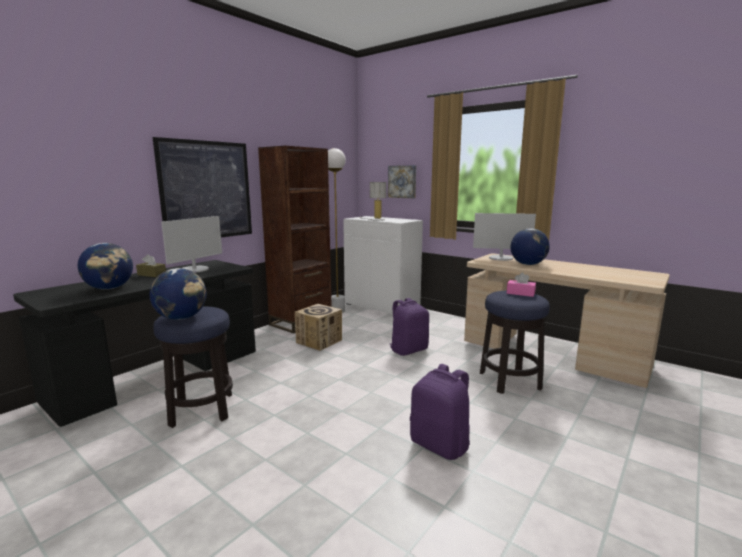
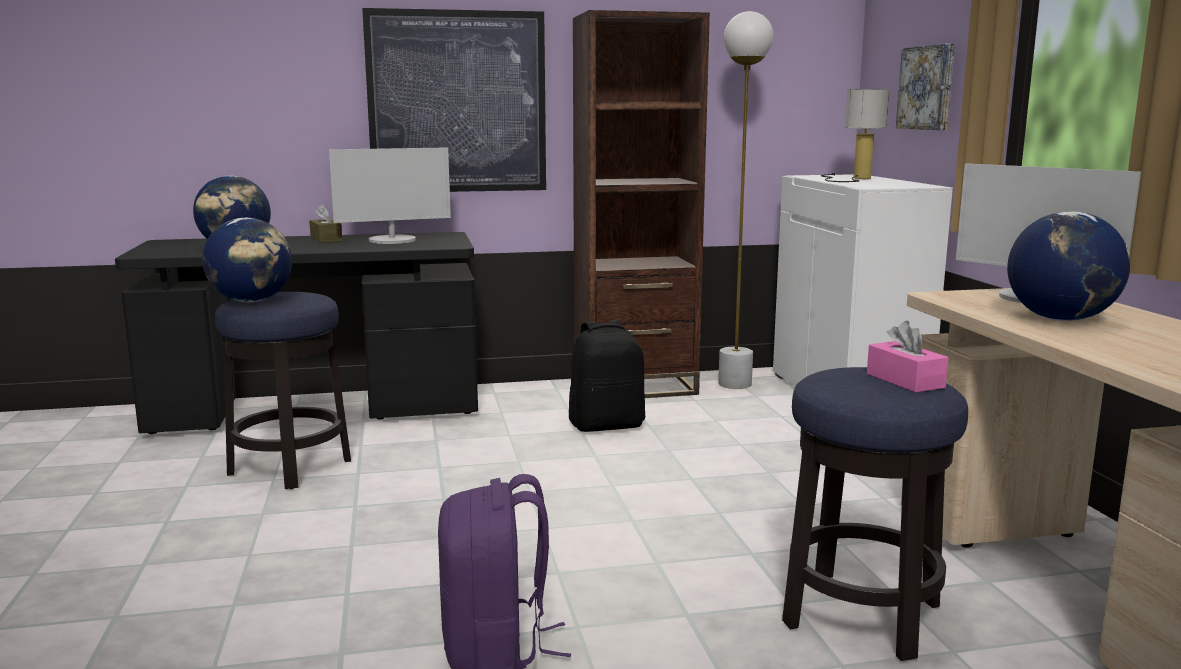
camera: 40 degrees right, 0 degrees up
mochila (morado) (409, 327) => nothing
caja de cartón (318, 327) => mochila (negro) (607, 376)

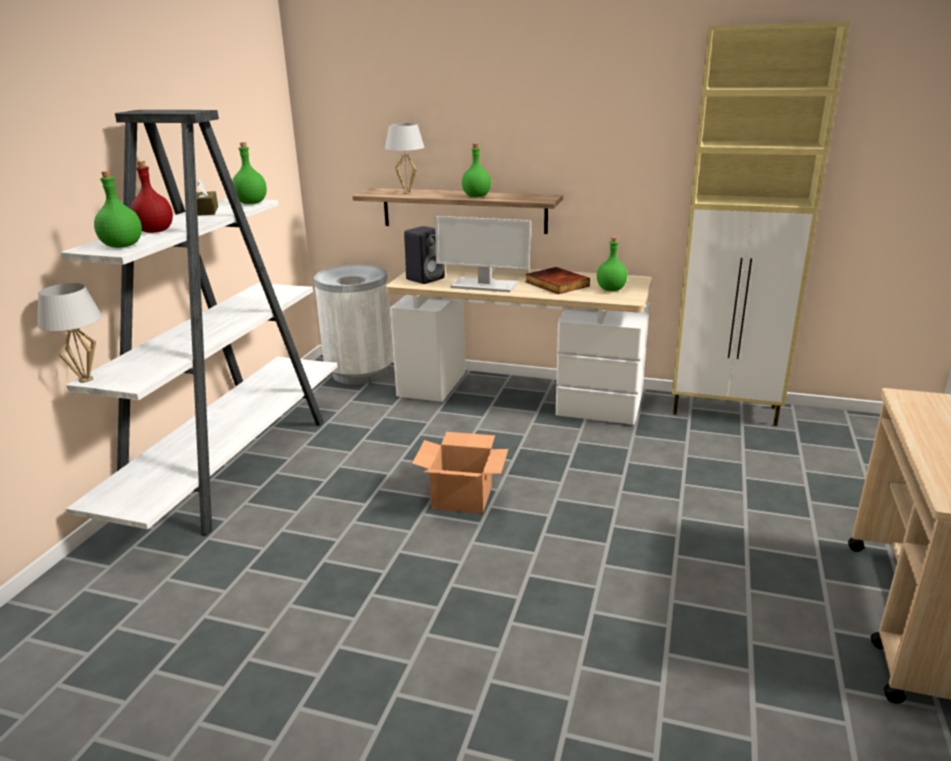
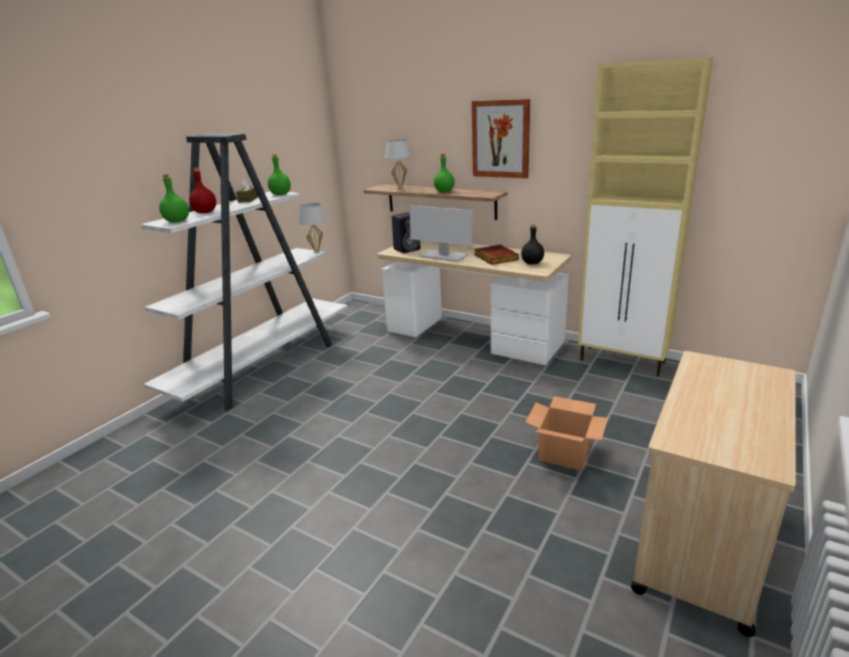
camera: 15 degrees right, 0 degrees up
botella (verde) (612, 264) => botella (negro) (532, 244)
papelera (blanco) (353, 325) => nothing
lámpara de mesa (blanco) (69, 333) => lámpara de mesa (blanco) (312, 228), move
caja de cartón (460, 473) => caja de cartón (566, 433), move
nothing => cuadro (501, 138)

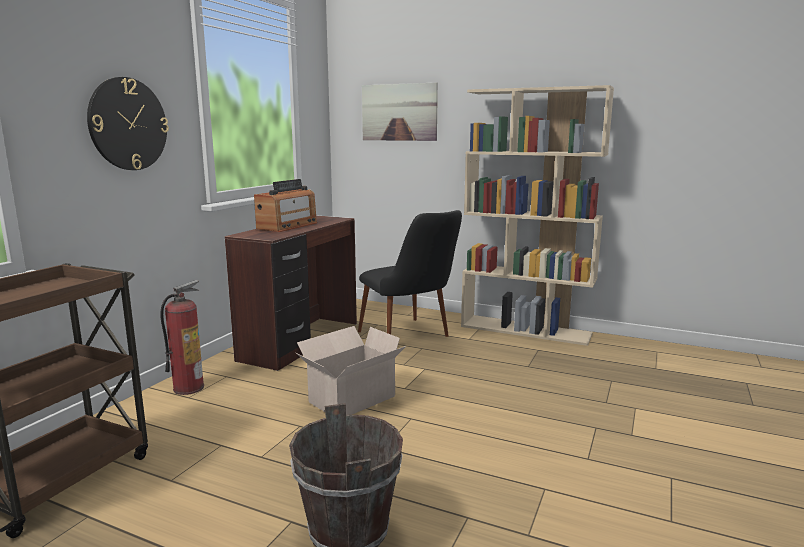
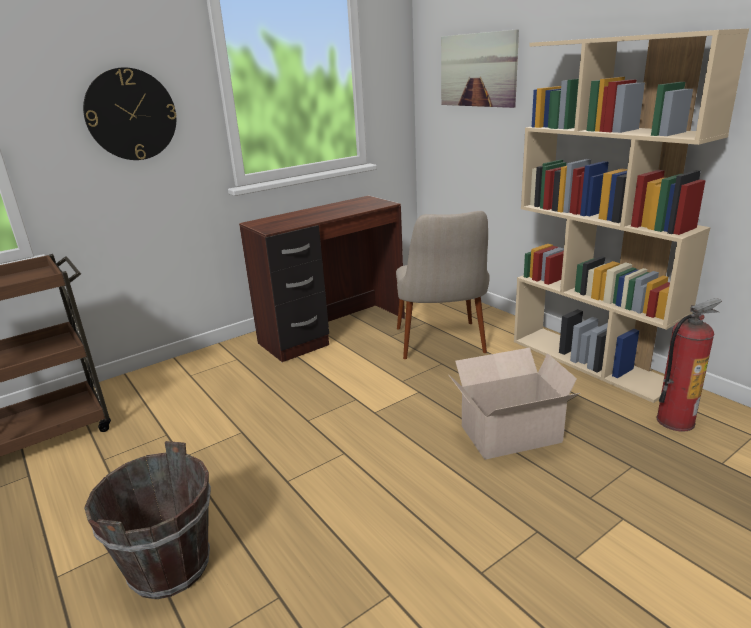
camera: 30 degrees right, 10 degrees up
radio (285, 205) => nothing
silla (negro) (410, 273) => silla (beis) (443, 285)
extintor (182, 337) => extintor (689, 365), move
caja de cartón (351, 370) => caja de cartón (514, 404), move

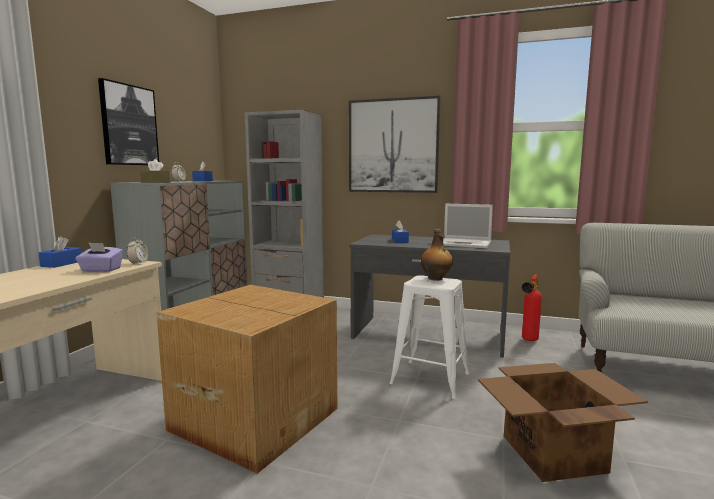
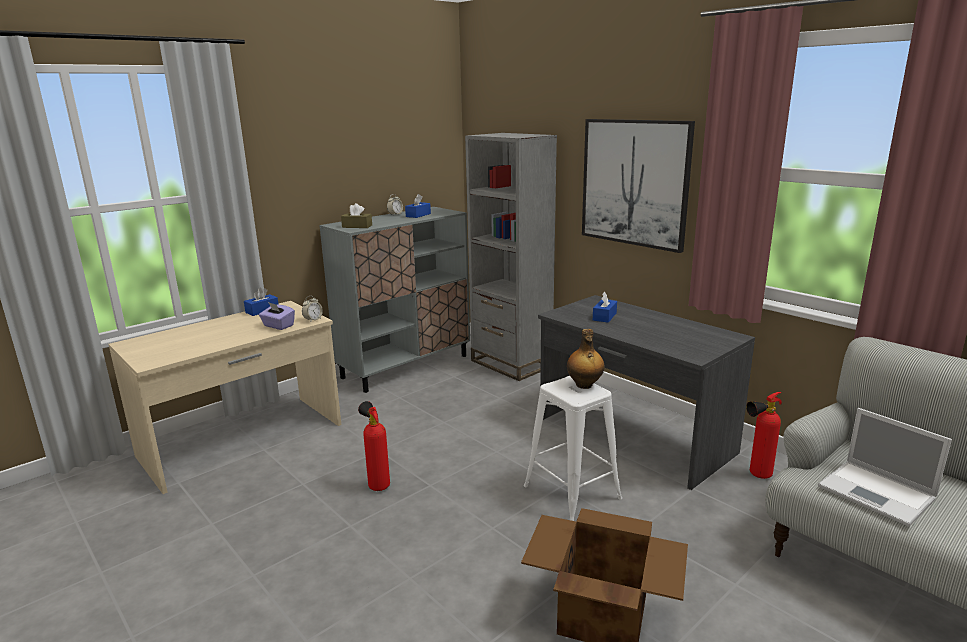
camera: 30 degrees right, 10 degrees up
cuadro (128, 121) => nothing
portátil (468, 226) => portátil (885, 467), move
caja de cartón (246, 379) => extintor (374, 446)

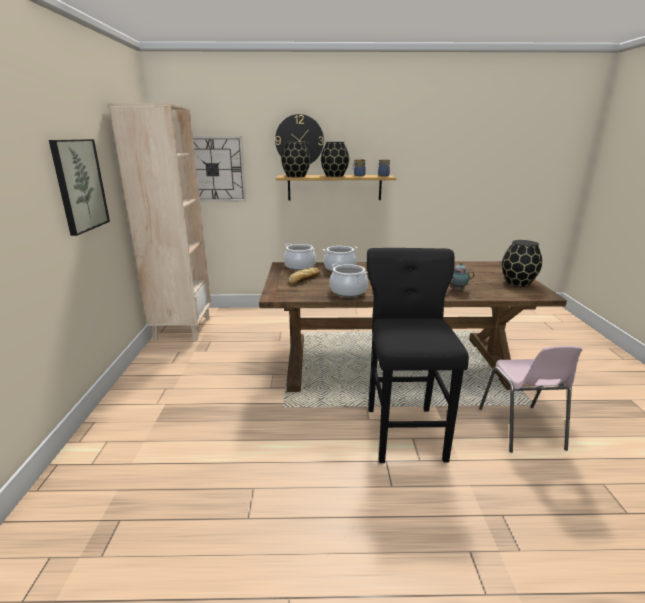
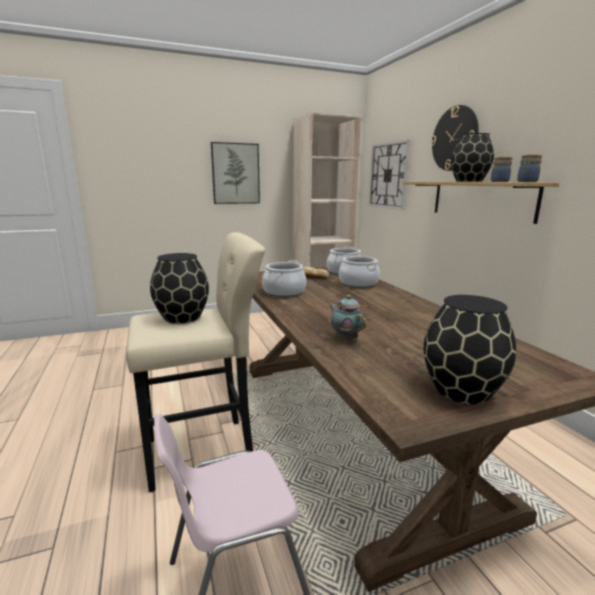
camera: 70 degrees right, 5 degrees down
florero (negro) (295, 159) => florero (negro) (179, 288), move
taburete (negro) (418, 355) => taburete (beis) (195, 362)

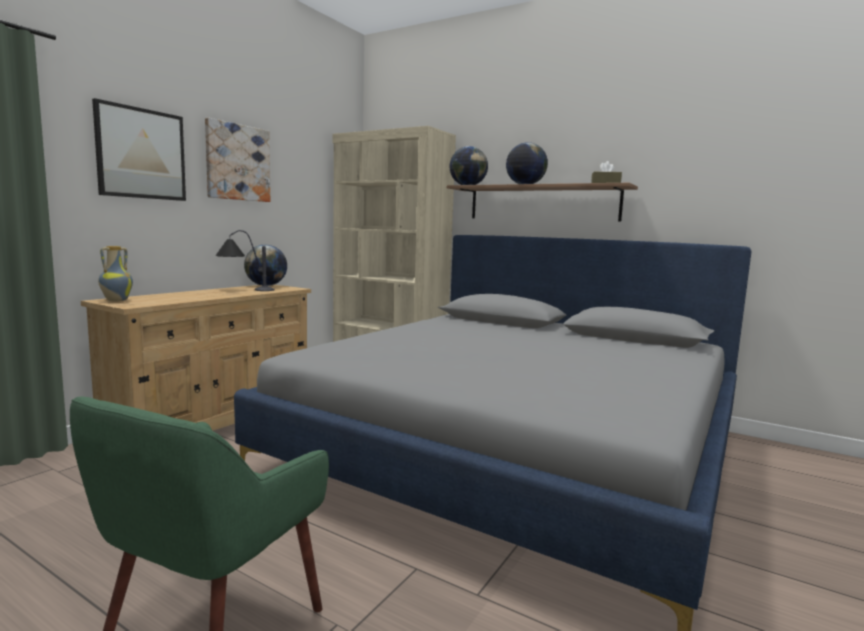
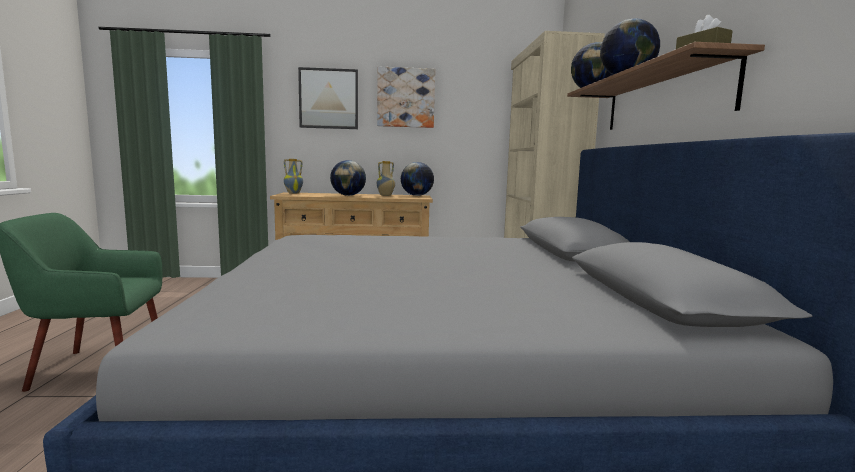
camera: 55 degrees right, 0 degrees up
lámpara de mesa (245, 260) => florero (386, 178)
nothing => globo terráqueo (348, 178)

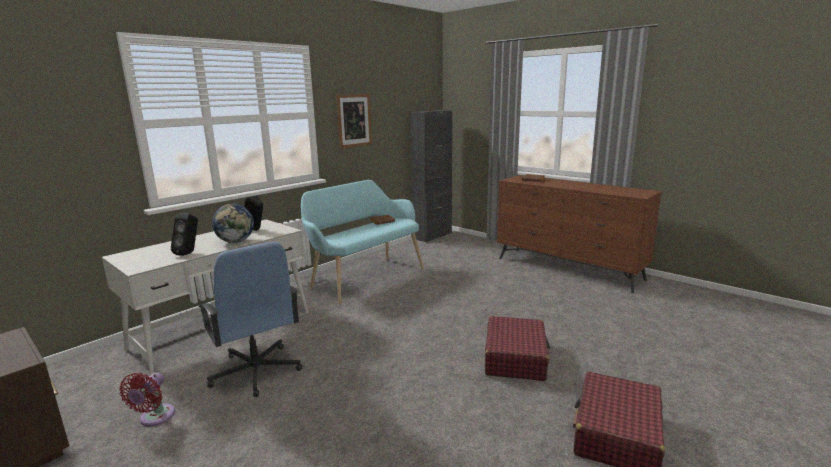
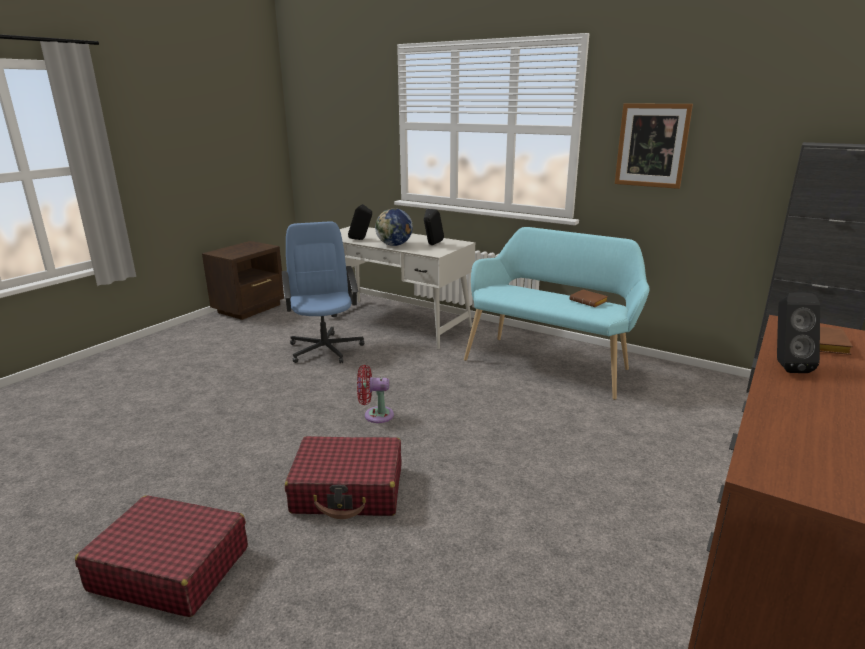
camera: 80 degrees right, 5 degrees up
silla de oficina (azul) (250, 319) => silla de oficina (azul) (323, 292), 120 degrees clockwise
ventilador (rojo) (147, 399) => ventilador (rojo) (375, 394), move
nothing => altavoz (negro) (798, 332)

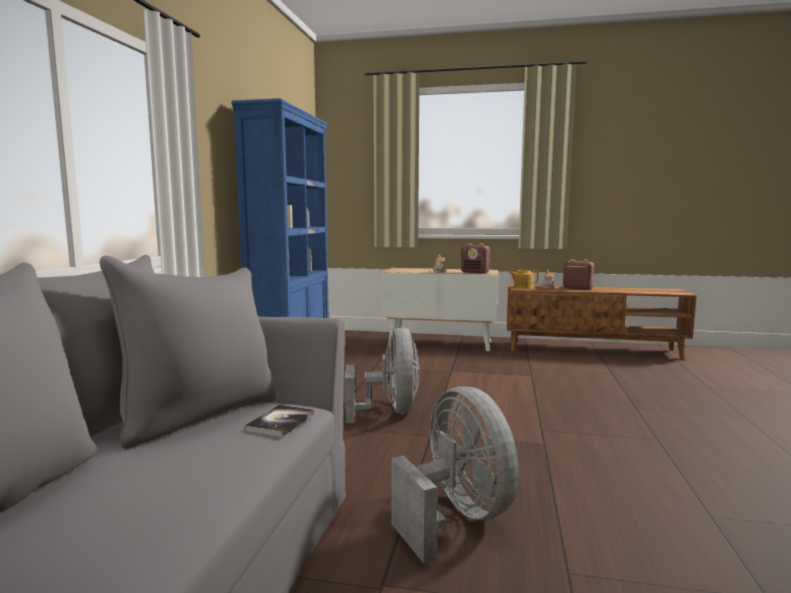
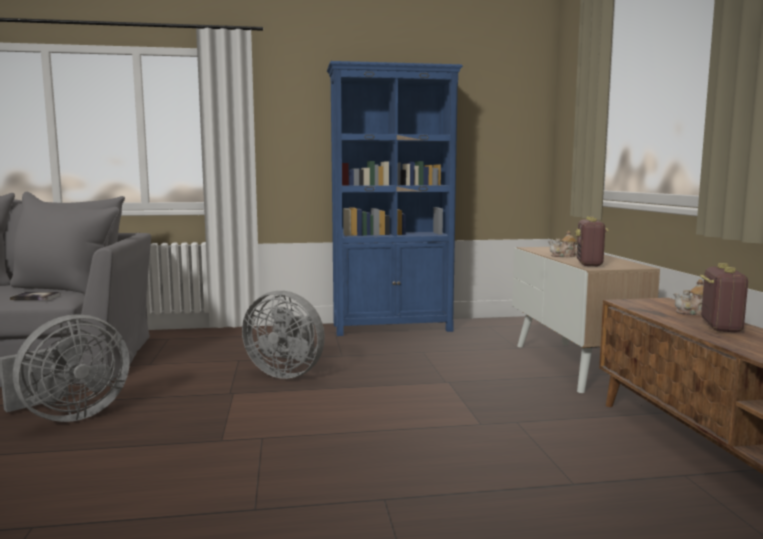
camera: 70 degrees right, 0 degrees up
tetera (523, 279) => nothing
ventilador (gris) (382, 375) => ventilador (gris) (283, 335), 45 degrees clockwise

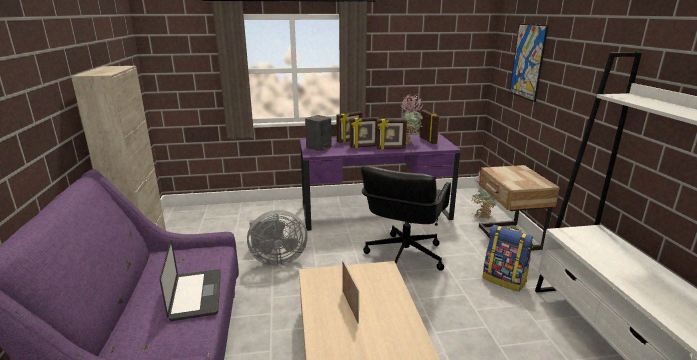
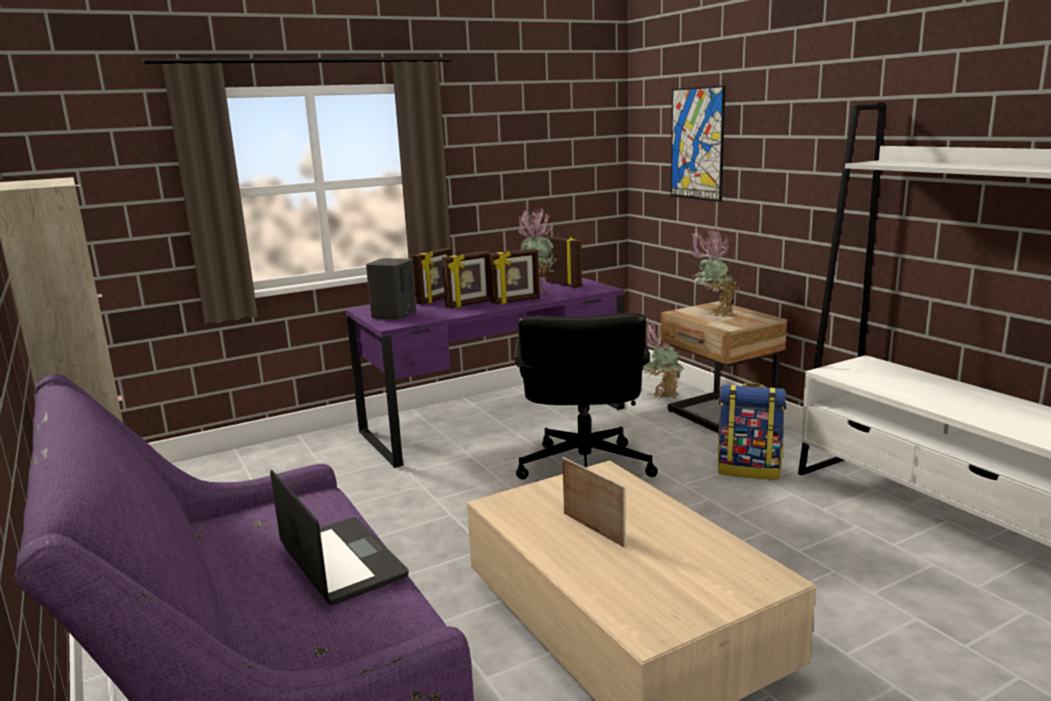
camera: 20 degrees left, 5 degrees down
ventilador (gris) (277, 238) => nothing
nothing => planta en maceta (714, 271)

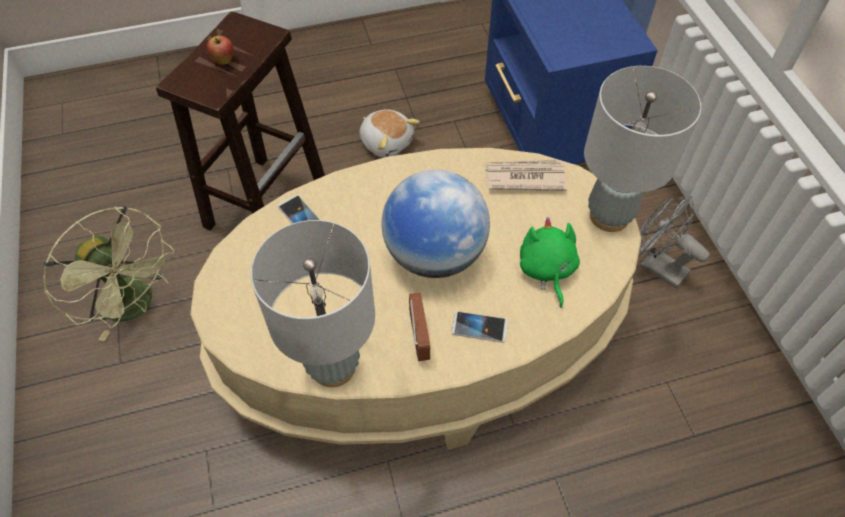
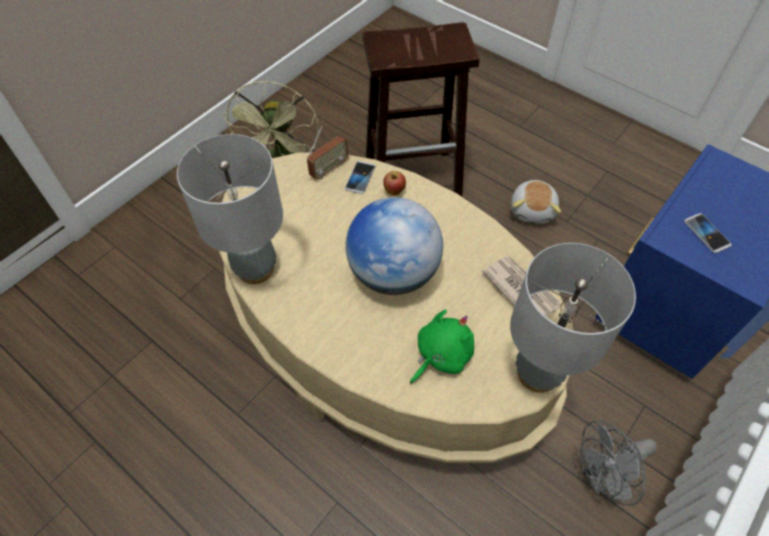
camera: 55 degrees right, 0 degrees up
manzana (220, 49) => manzana (394, 183), move
ventilador (gris) (674, 242) => ventilador (gris) (618, 463), 120 degrees counterclockwise
radio (419, 327) => radio (327, 153), move
móvil (480, 327) => móvil (708, 233), move

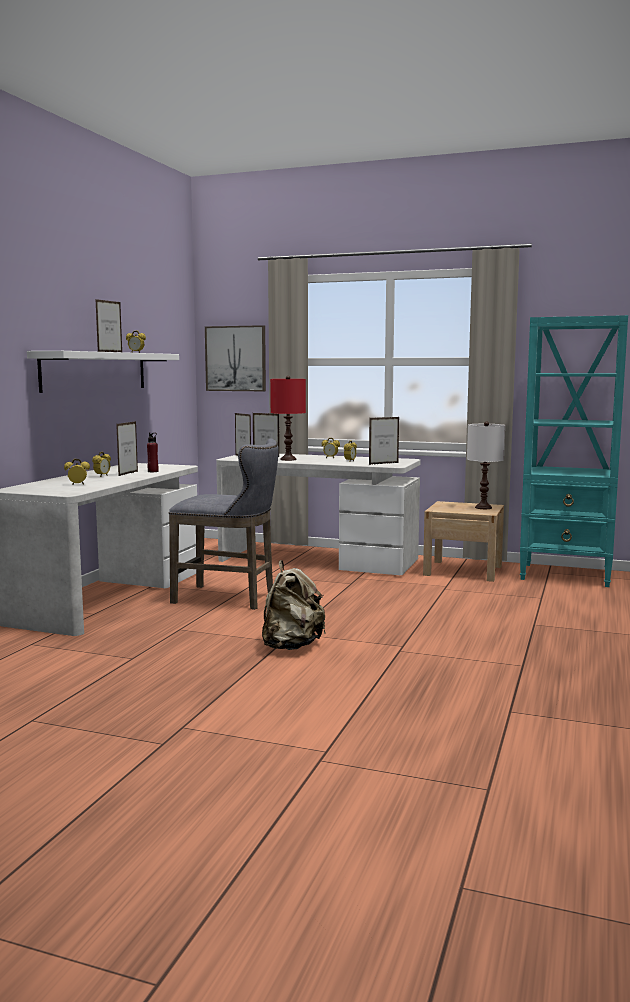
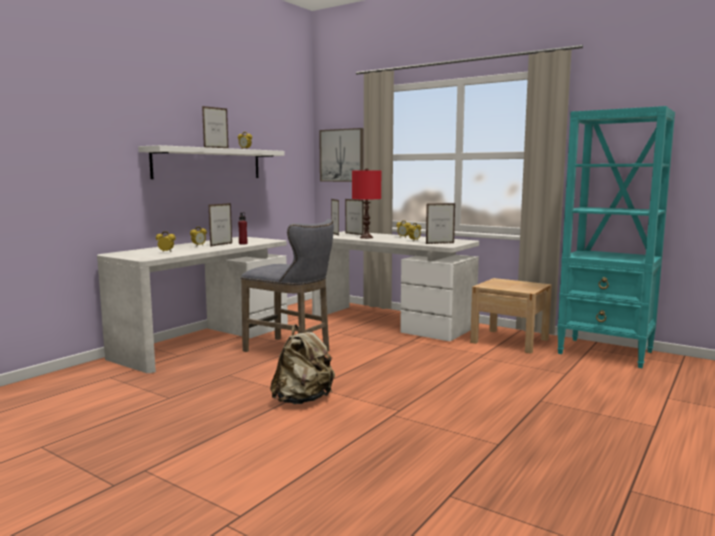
camera: 15 degrees right, 0 degrees up
lámpara de mesa (blanco) (486, 465) => nothing

